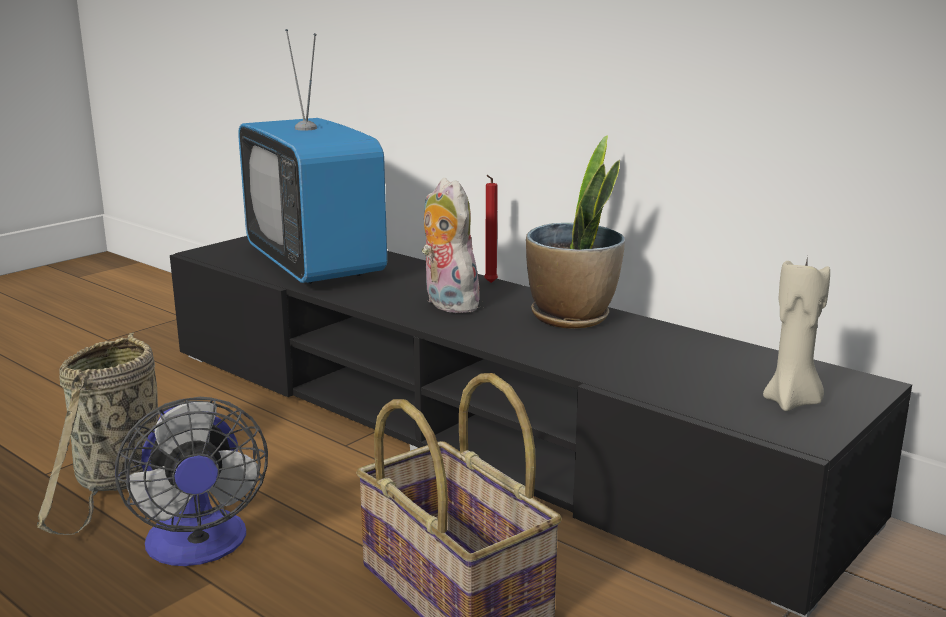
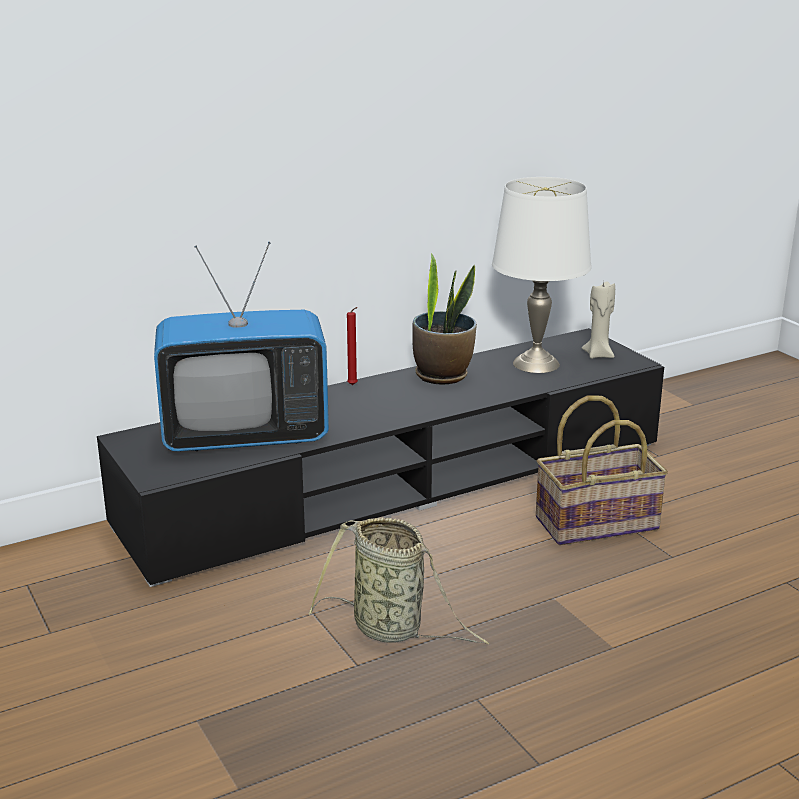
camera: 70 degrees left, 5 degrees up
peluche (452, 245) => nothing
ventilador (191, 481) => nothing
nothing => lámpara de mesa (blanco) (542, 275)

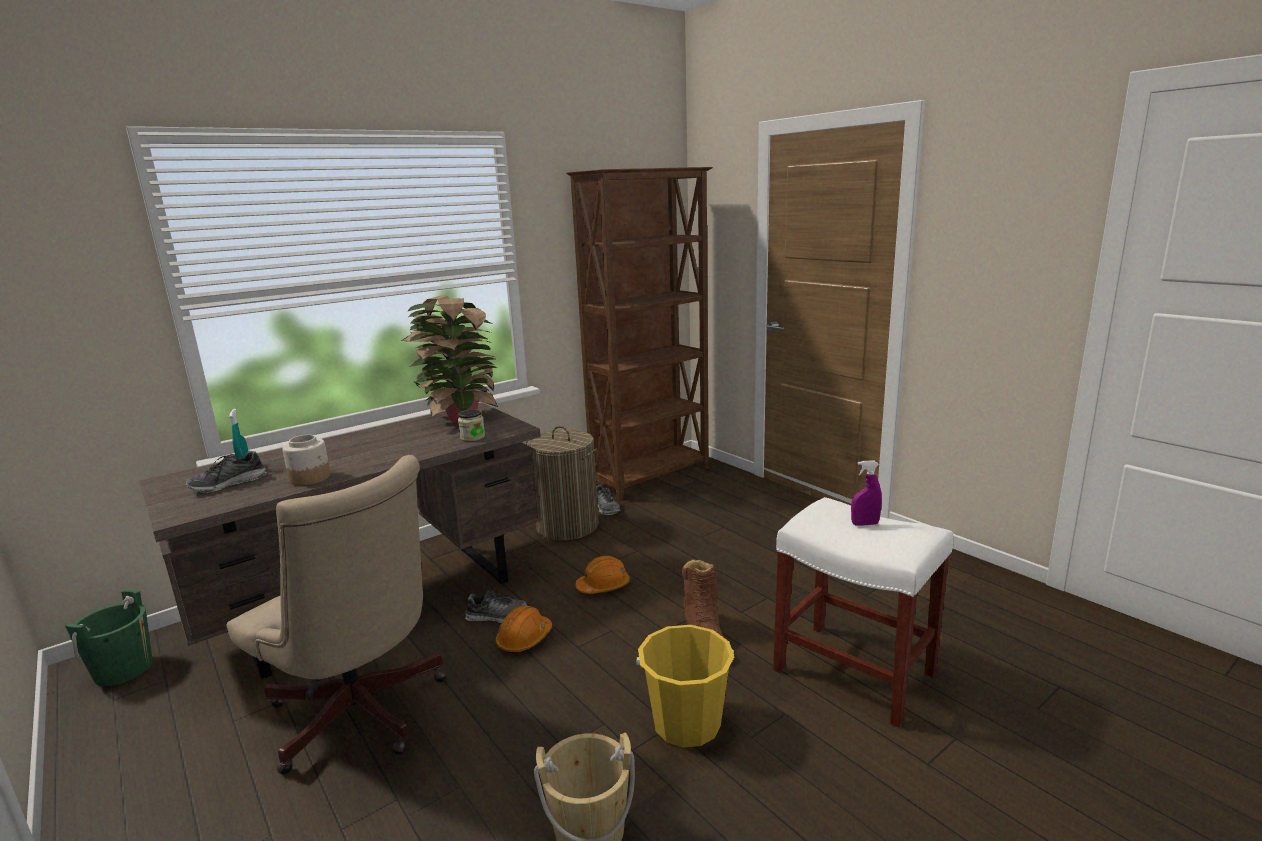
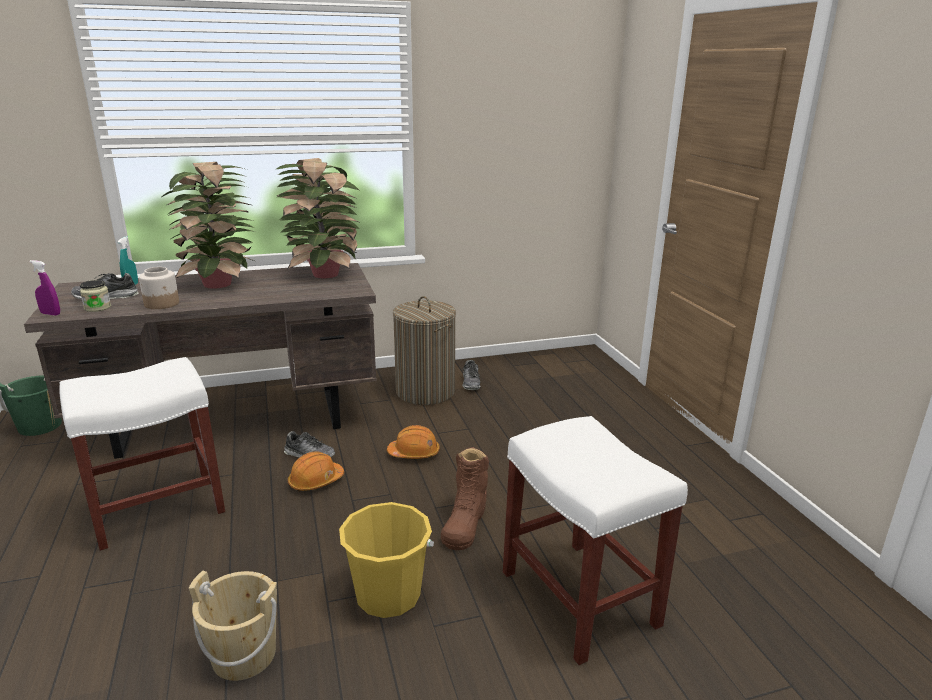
camera: 20 degrees right, 5 degrees up
estantería (marrón) (639, 334) => nothing
tarro (471, 425) => tarro (95, 296), move
silla de oficina (beis) (337, 615) => taburete (blanco) (142, 454)
pulverizador (morado) (866, 493) => pulverizador (morado) (45, 288), move
nothing => planta en maceta (208, 225)

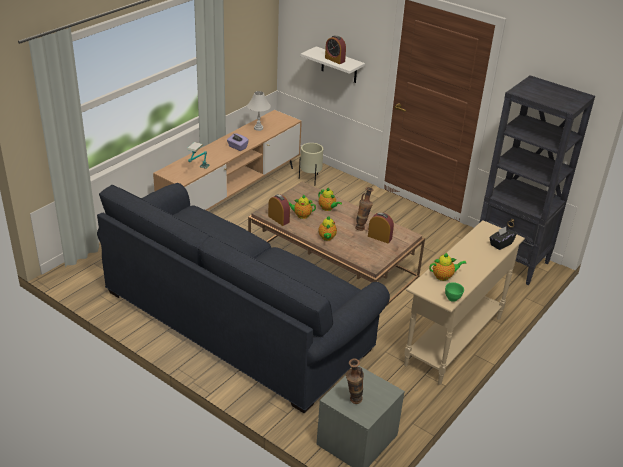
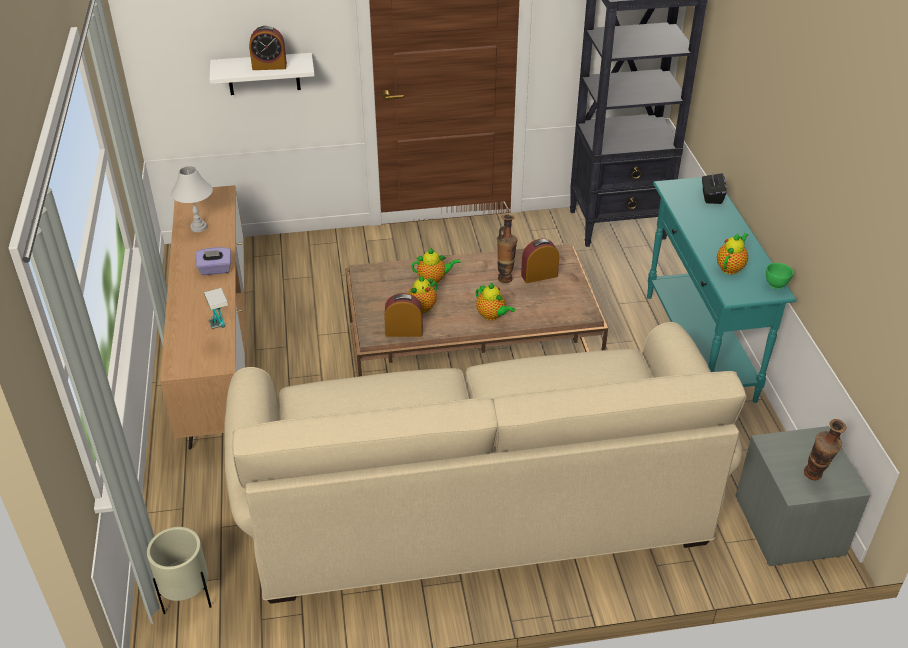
camera: 45 degrees left, 5 degrees up
maceta (beis) (311, 164) => maceta (beis) (179, 570), move
sofá (azul) (243, 298) => sofá (beis) (485, 463)
mesa consola (beis) (464, 302) => mesa consola (turquesa) (722, 290)

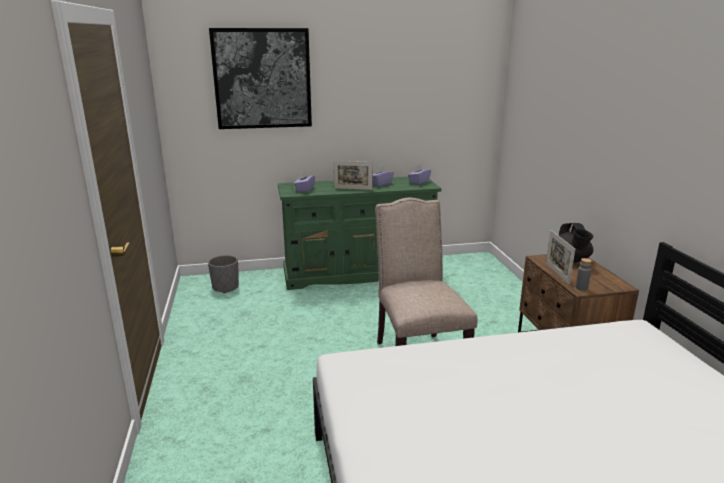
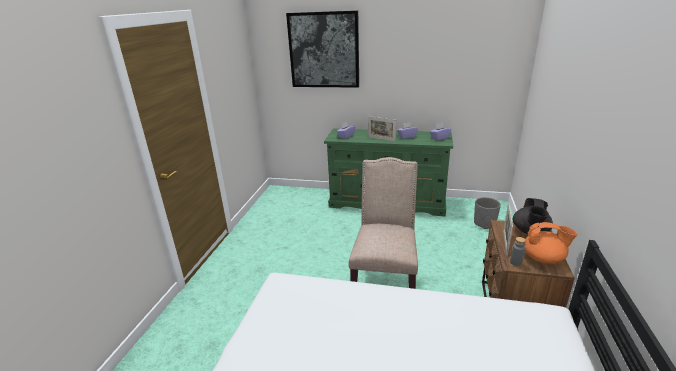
camera: 25 degrees right, 5 degrees up
maceta (gris) (223, 274) => maceta (gris) (487, 213), move
nothing => tetera (naranja) (551, 243)

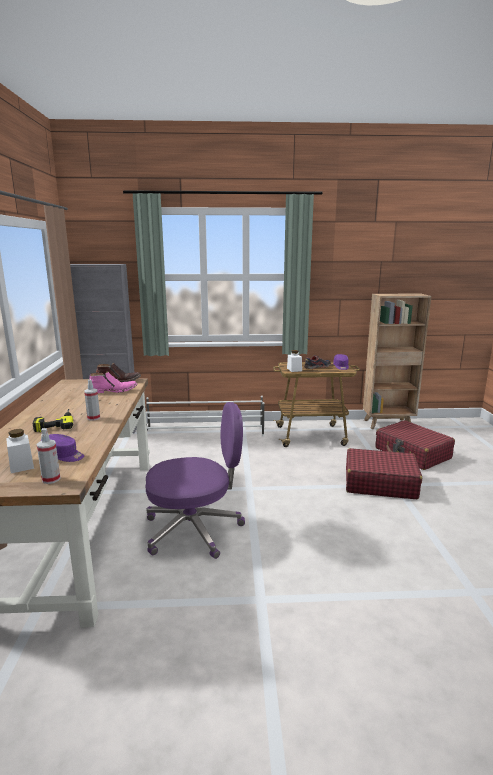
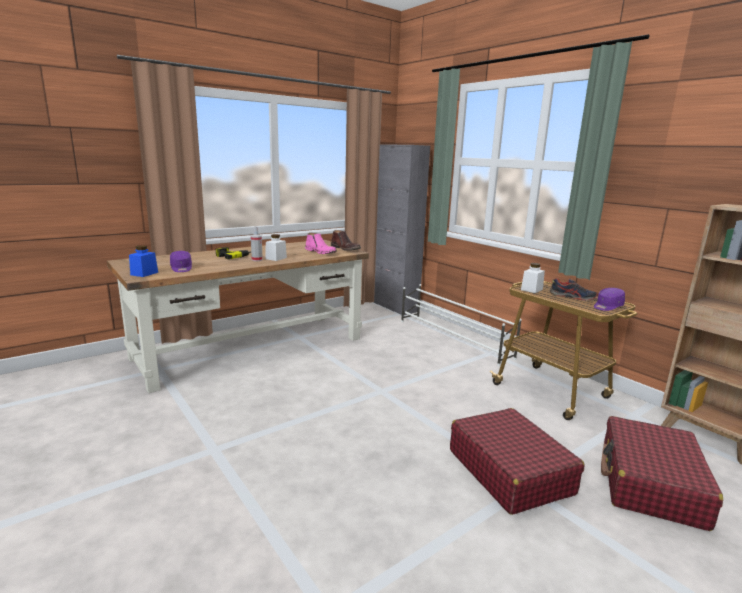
camera: 55 degrees right, 0 degrees up
silla de oficina (morado) (195, 480) => nothing
pulverizador (49, 456) => tarro (azul) (143, 261)
tarro (blanco) (20, 451) => tarro (blanco) (276, 247), move

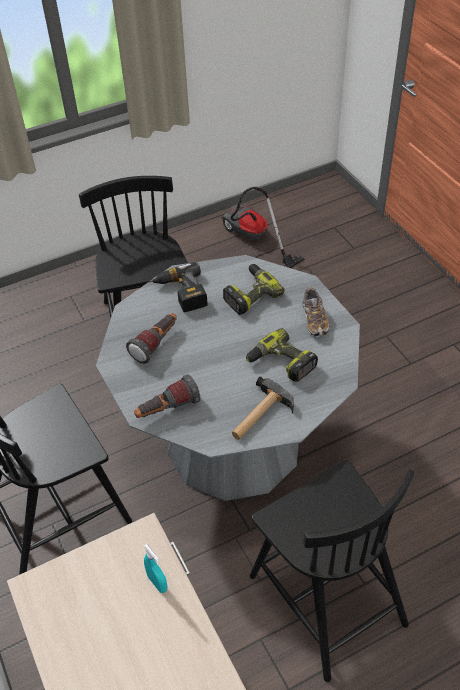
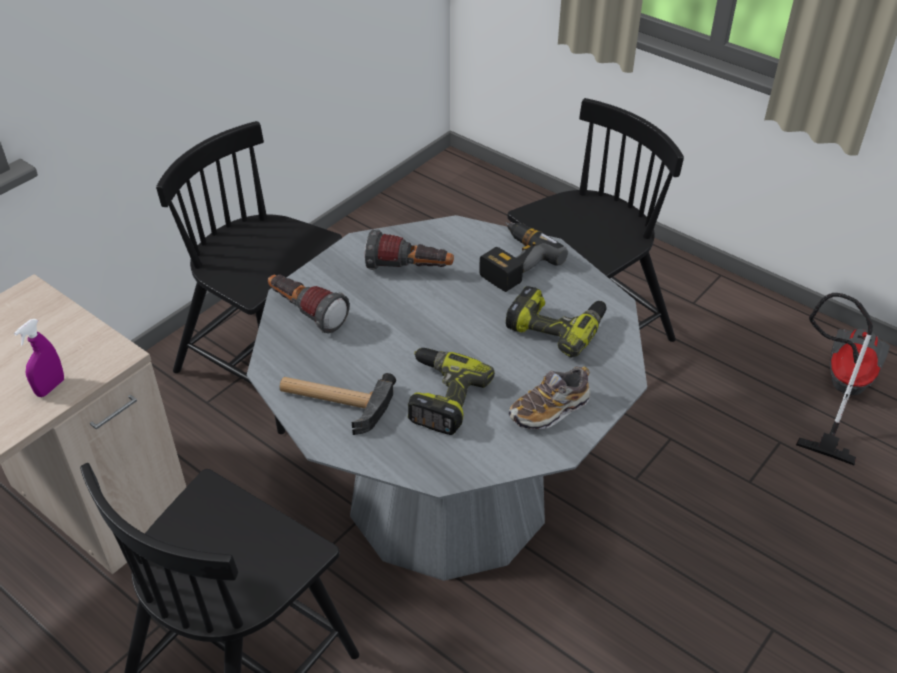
camera: 65 degrees right, 5 degrees down
pulverizador (turquesa) (155, 568) => pulverizador (morado) (39, 358)

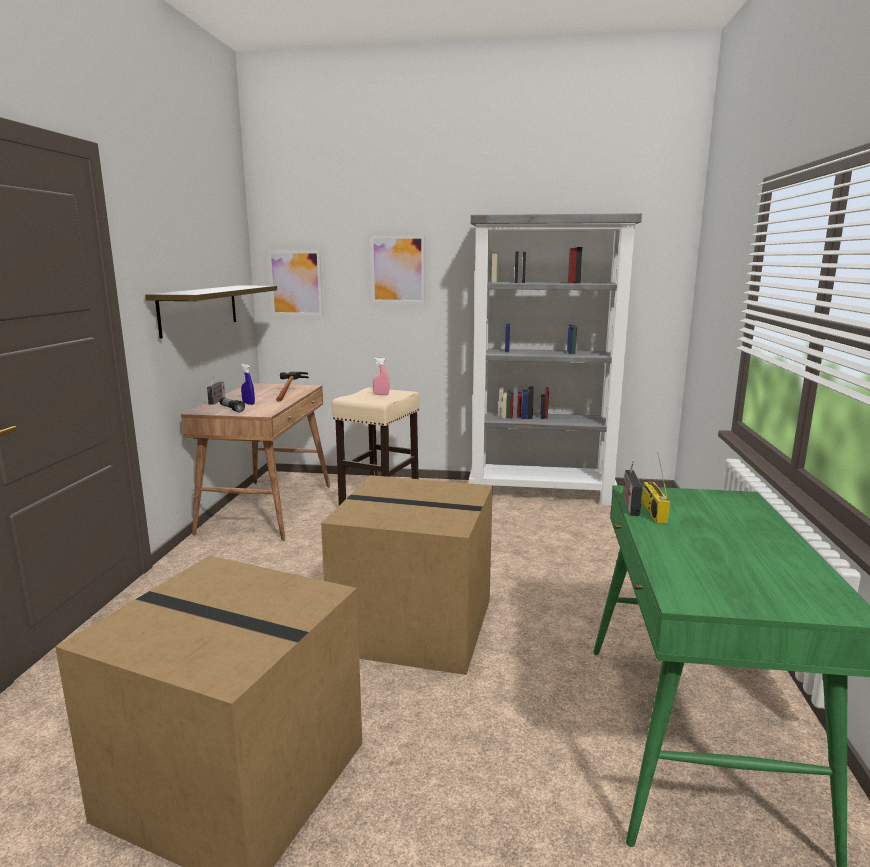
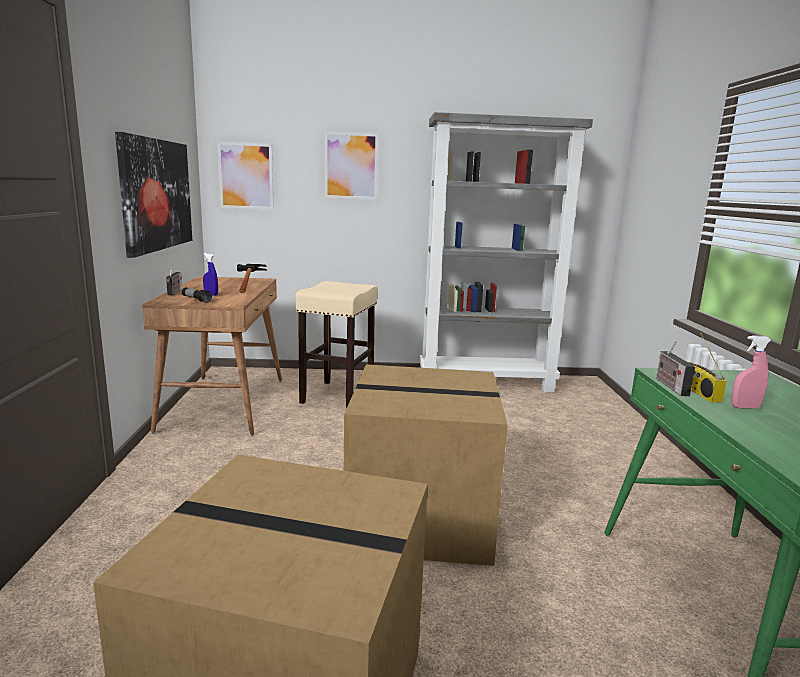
camera: 10 degrees left, 0 degrees up
estante (211, 312) => cuadro (153, 195)
pulverizador (rosa) (381, 376) => pulverizador (rosa) (751, 372), move

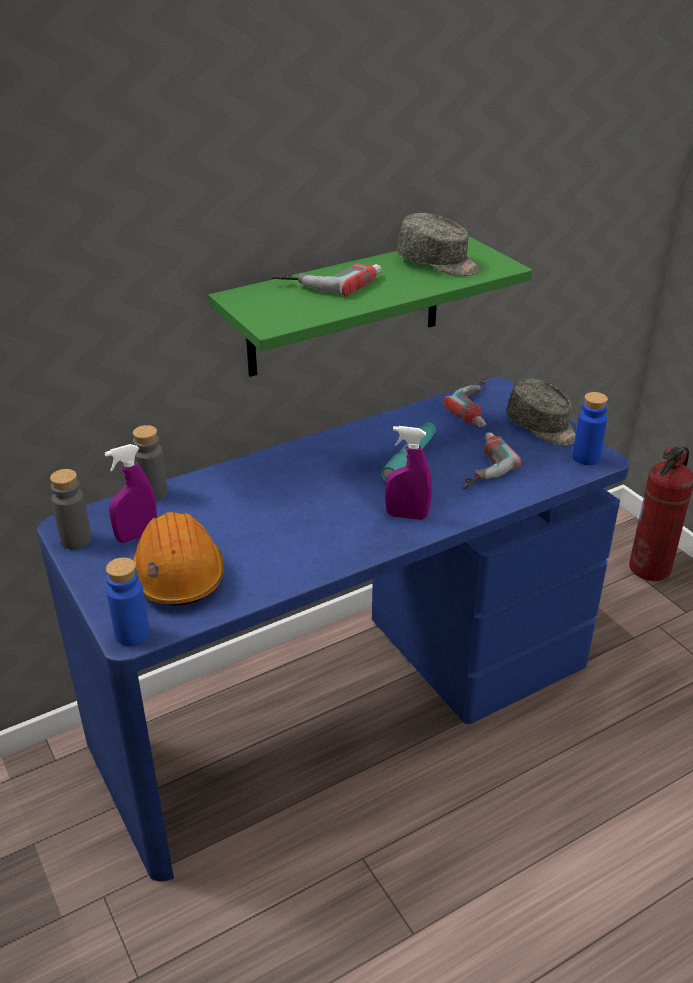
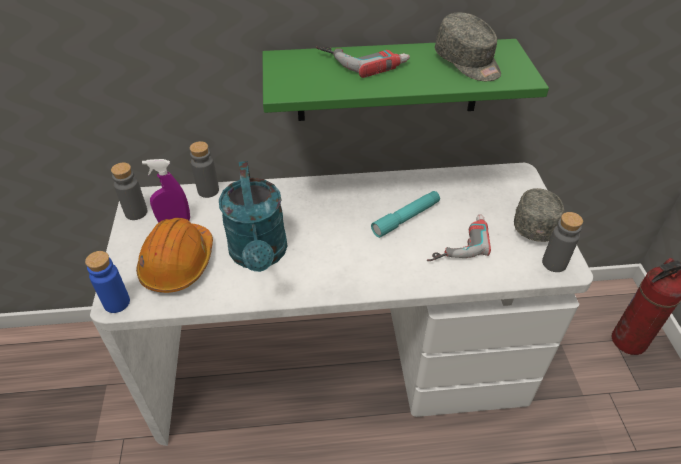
camera: 25 degrees right, 10 degrees up
escritorio (azul) (333, 629) => escritorio (blanco) (341, 304)
taladro (464, 402) => nothing
gorra (gris) (541, 412) => gorra (gris) (539, 215), 150 degrees counterclockwise
botella (azul) (590, 428) => botella (gris) (562, 242)
pulverizador (morado) (408, 473) => nothing
nothing => regadera (turquesa) (253, 216)

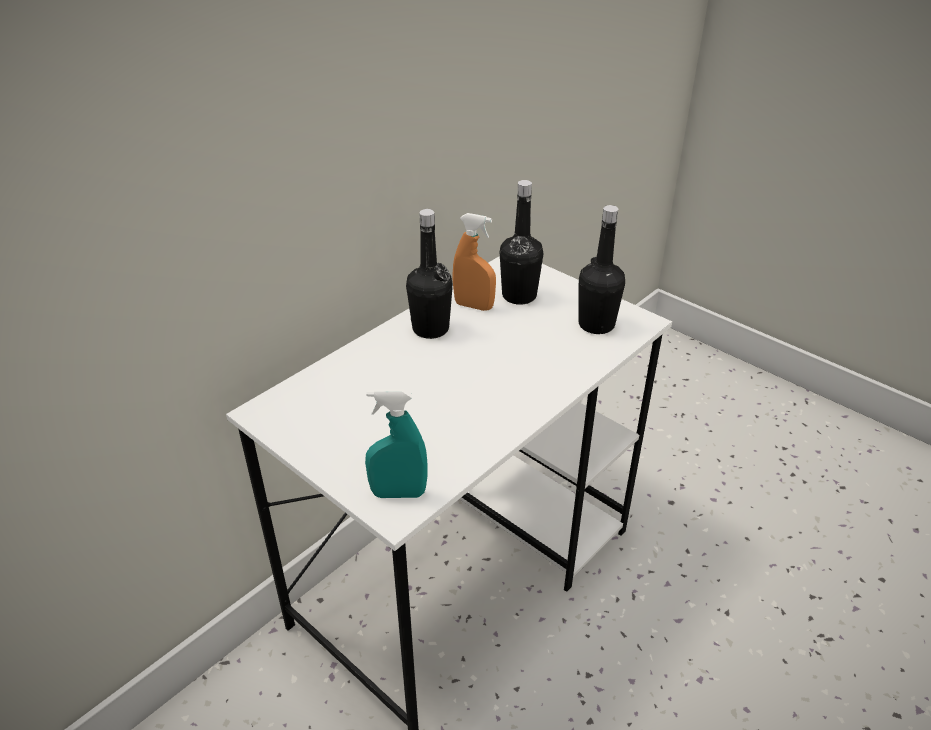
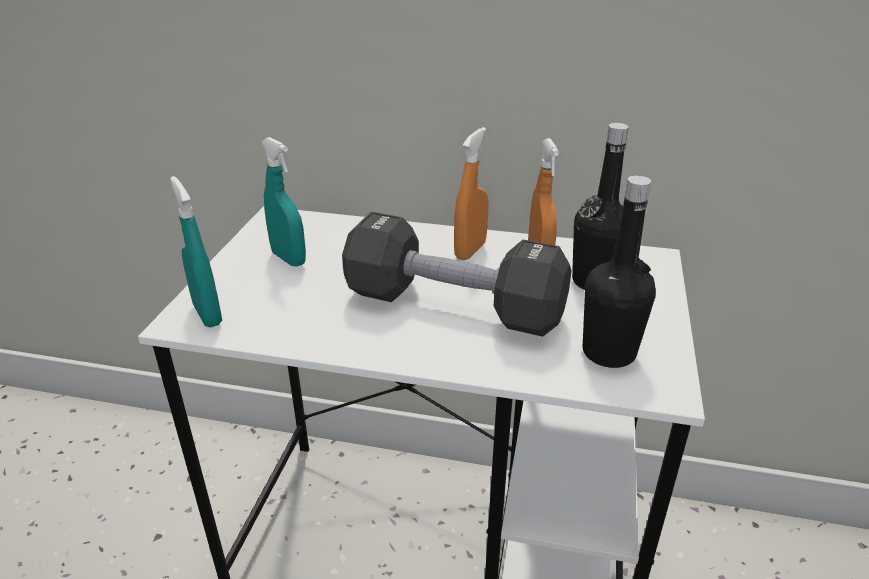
camera: 60 degrees right, 5 degrees down
botella (negro) (429, 274) => pulverizador (naranja) (471, 193)
nothing => pulverizador (turquesa) (284, 202)
nothing => mancuerna (negro) (457, 274)

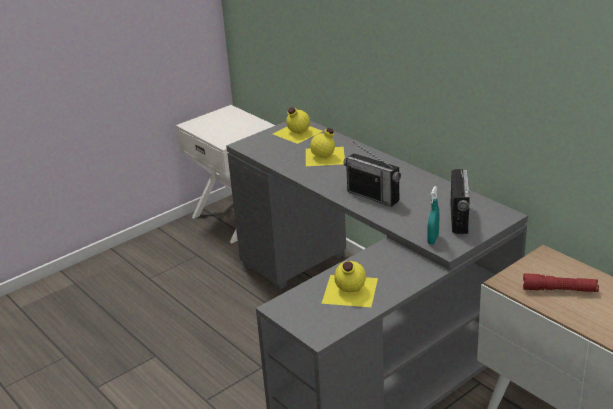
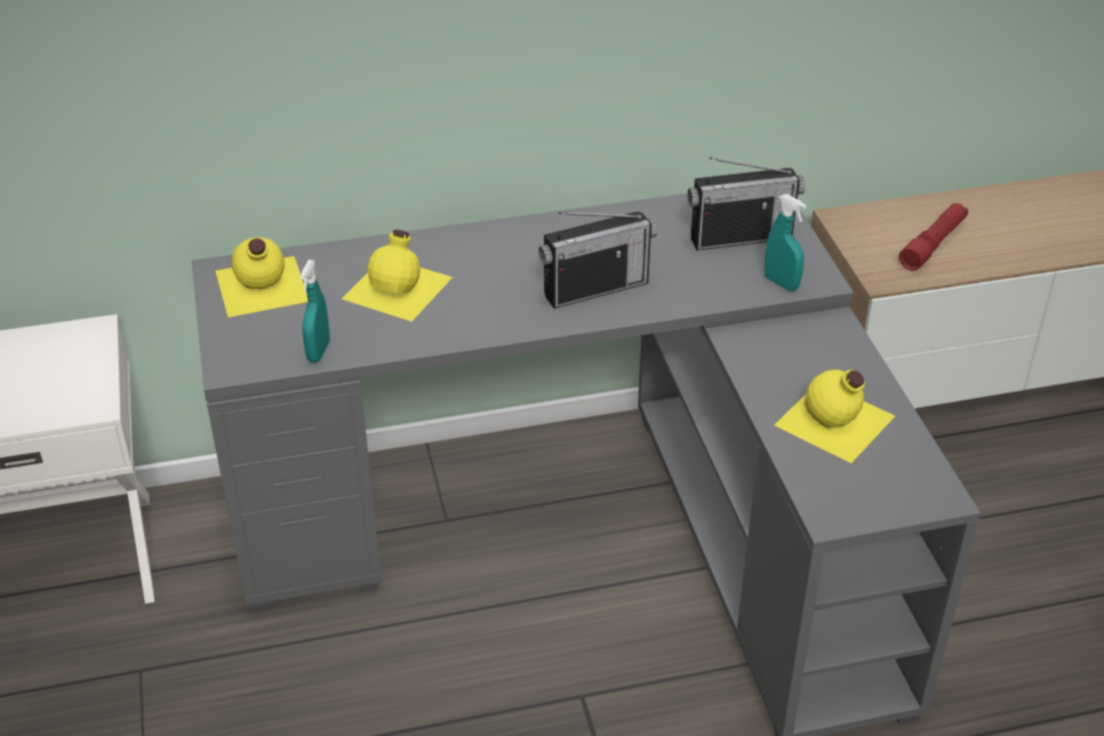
camera: 65 degrees left, 10 degrees up
radio (460, 201) => radio (746, 203), 135 degrees clockwise
nothing => pulverizador (turquesa) (315, 311)

